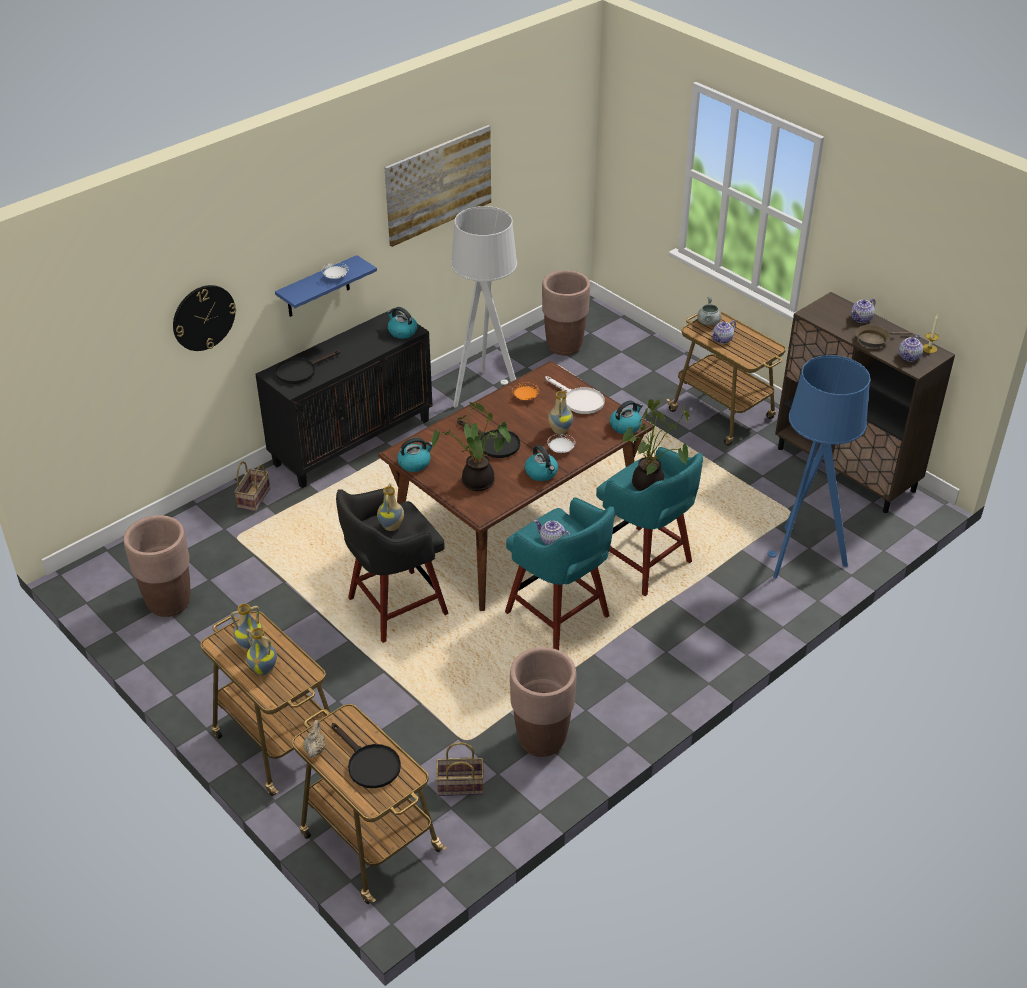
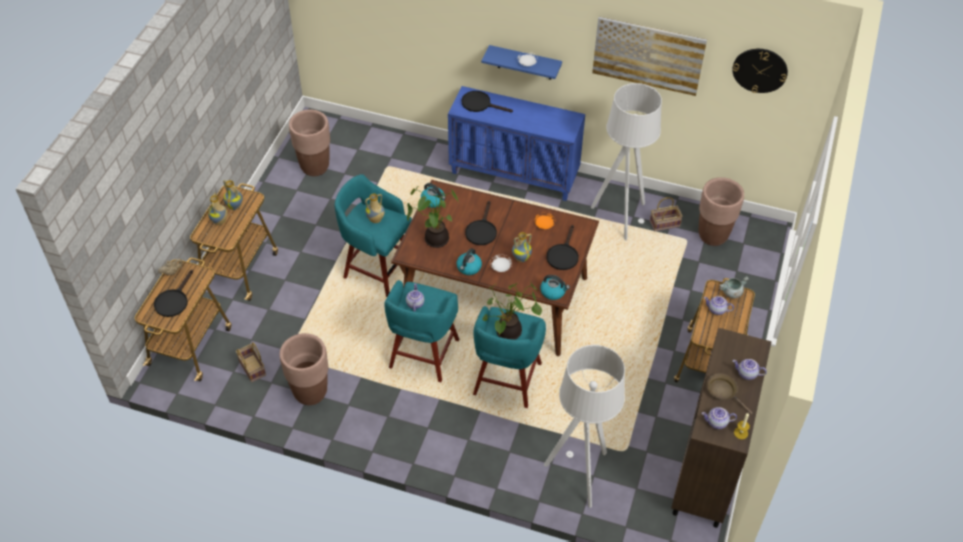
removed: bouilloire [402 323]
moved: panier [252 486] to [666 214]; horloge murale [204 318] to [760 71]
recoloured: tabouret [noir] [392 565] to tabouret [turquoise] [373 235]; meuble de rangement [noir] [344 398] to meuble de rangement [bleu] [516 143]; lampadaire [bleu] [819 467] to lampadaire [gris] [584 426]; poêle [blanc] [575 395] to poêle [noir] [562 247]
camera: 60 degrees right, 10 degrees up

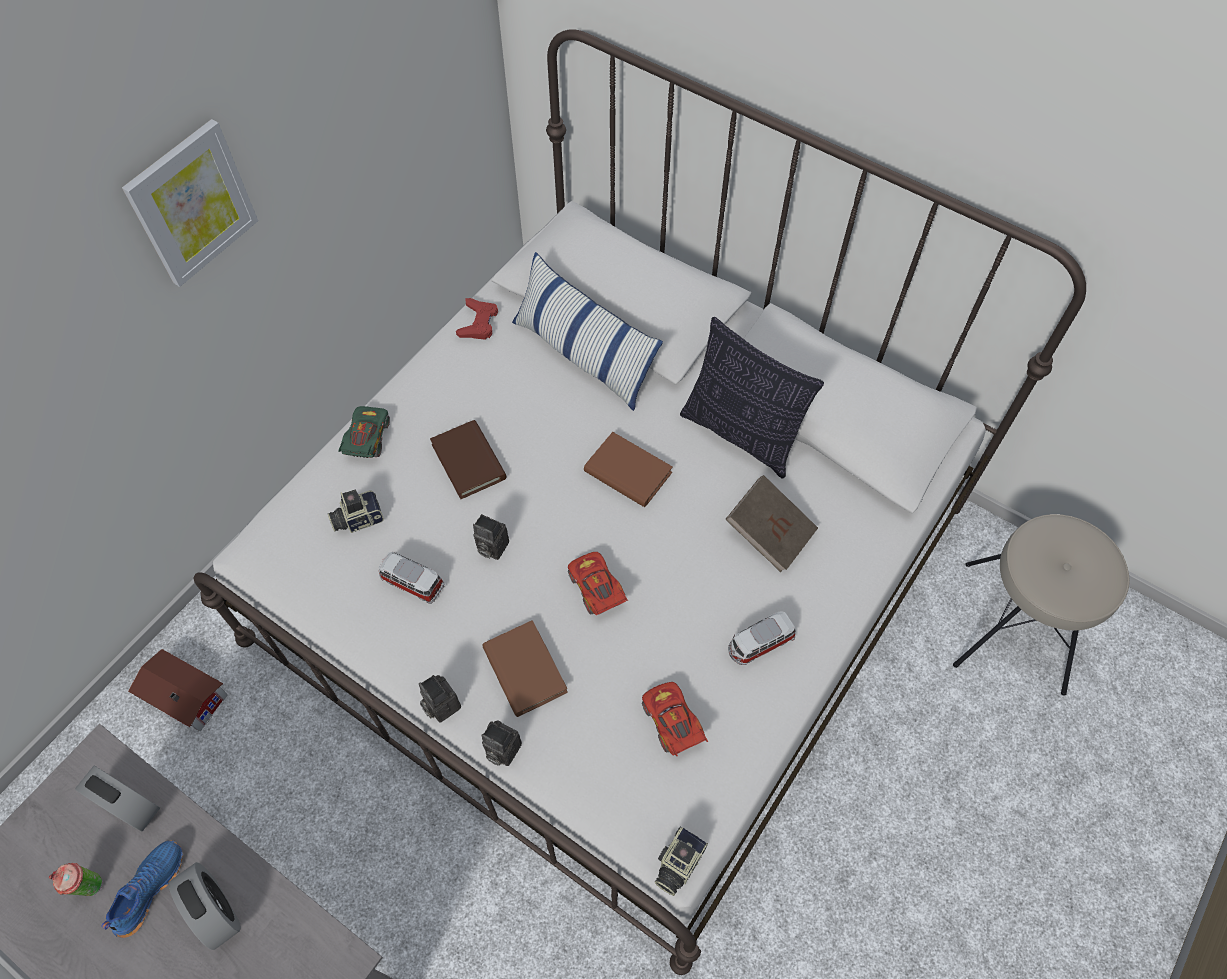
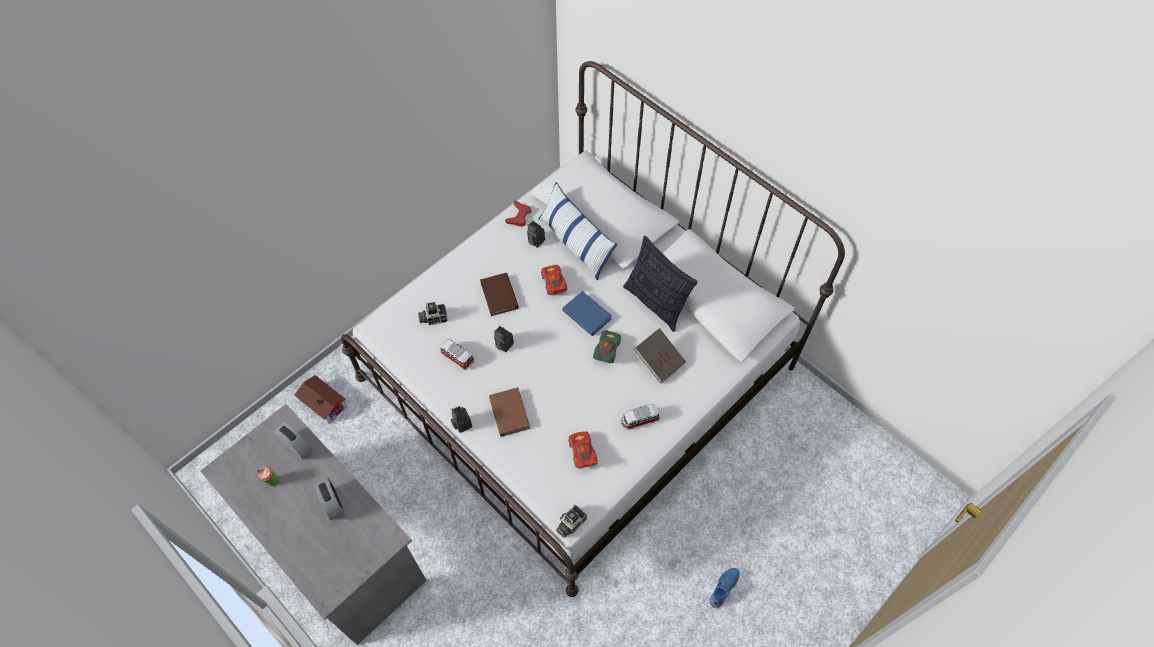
removed: tableau [190 203]; tabouret [beige] [1041 605]
moved: appareil photo [502 743] to [536 234]; petite voiture [rouge] [598 583] to [554 280]; petite voiture [vert] [364 432] to [607 347]; chaussure [bleu] [142 889] to [725 588]
recoloured: livre [marron] [628 469] to livre [bleu] [587 313]
camera: 10 degrees right, 0 degrees up

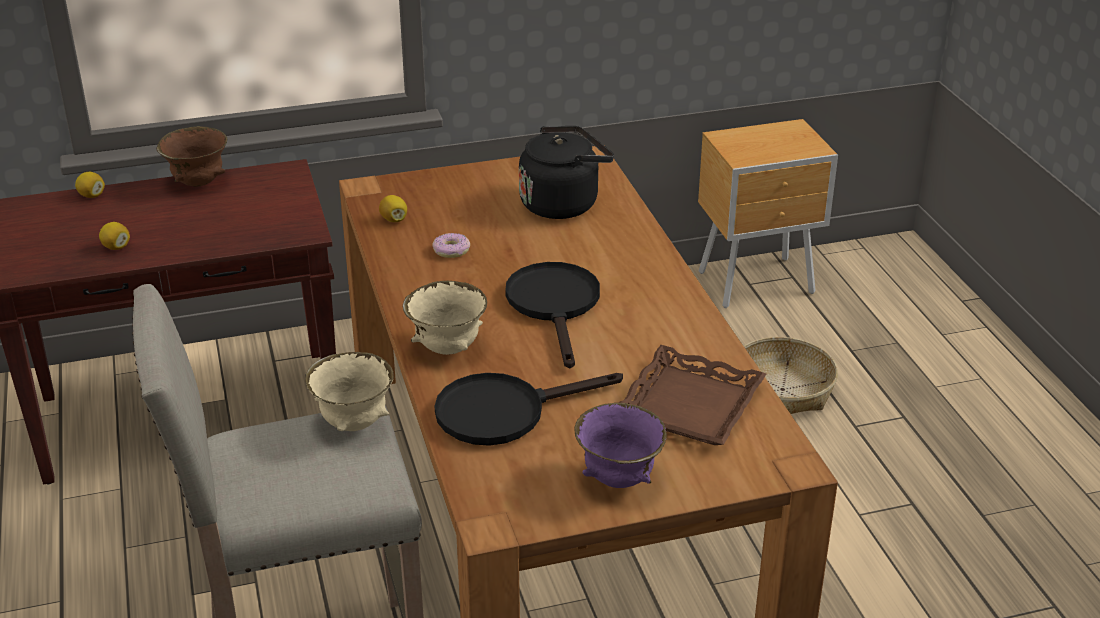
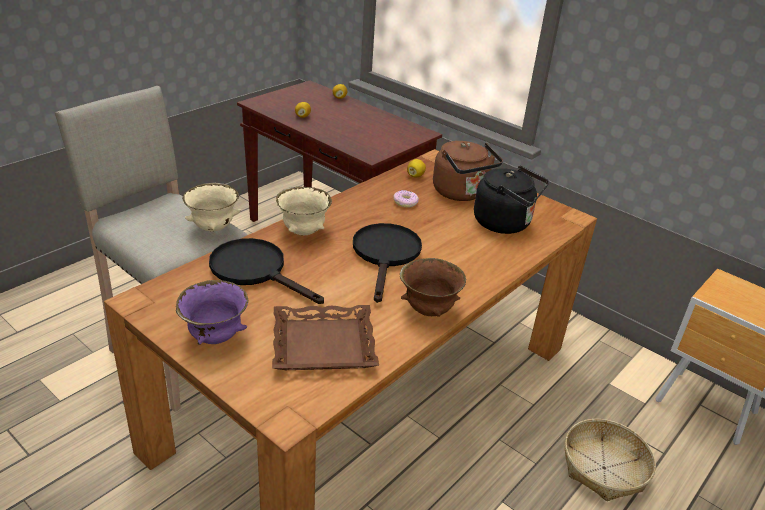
added: bouilloire [marron] [468 171]
moved: bol [marron] [191 156] to [433 287]
turned: poêle [noir] [552 315] = [387 263] 45 degrees counterclockwise
camera: 55 degrees right, 0 degrees up

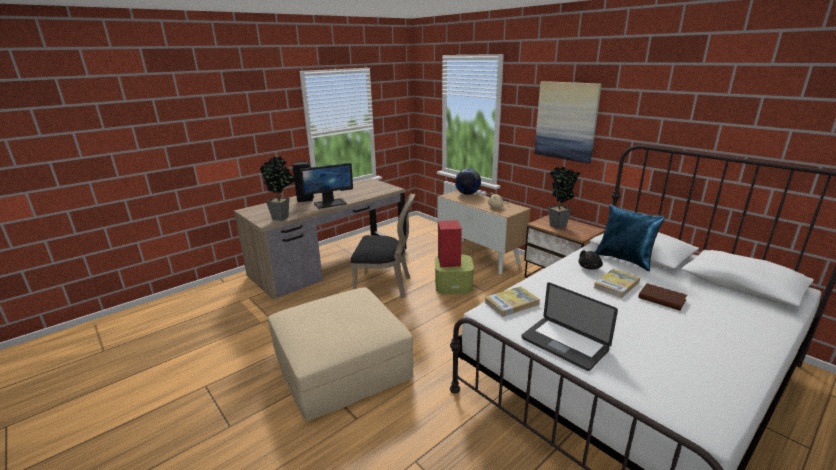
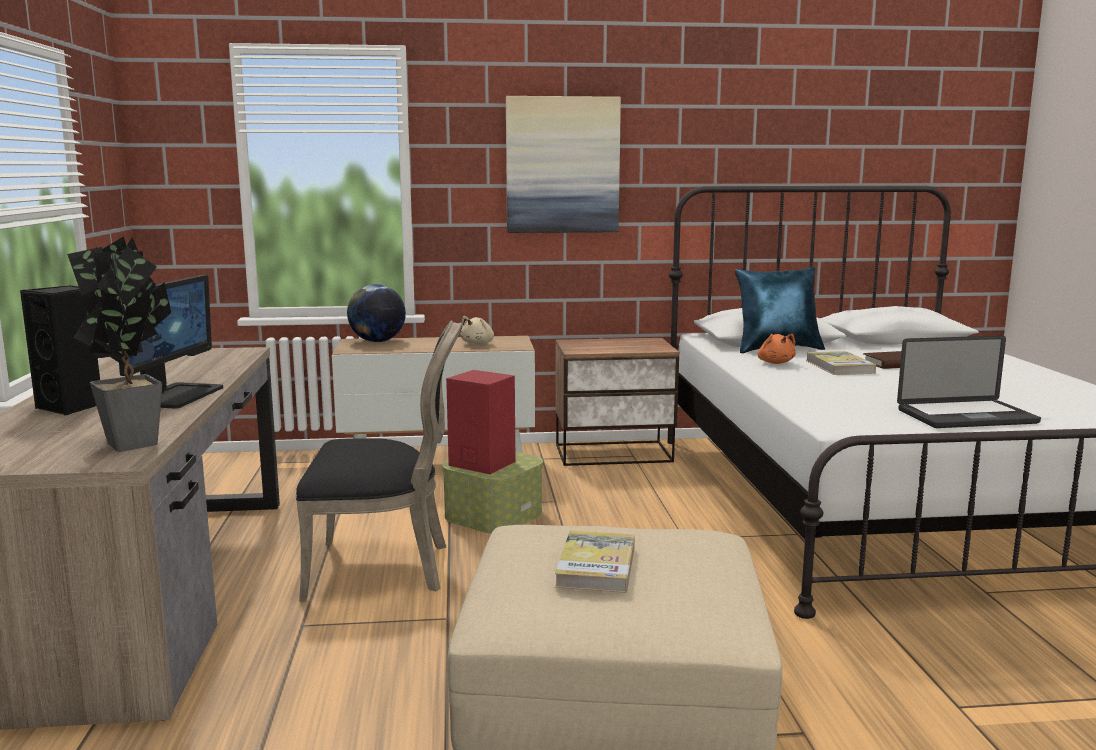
removed: plante en pot [564 197]
moved: livre [512 301] to [595 561]
recoloured: peluche [noir] [590 260] to peluche [orange] [777 349]
turned: chaise [noir] [383 245] = [379 461] 45 degrees clockwise
camera: 55 degrees left, 10 degrees down

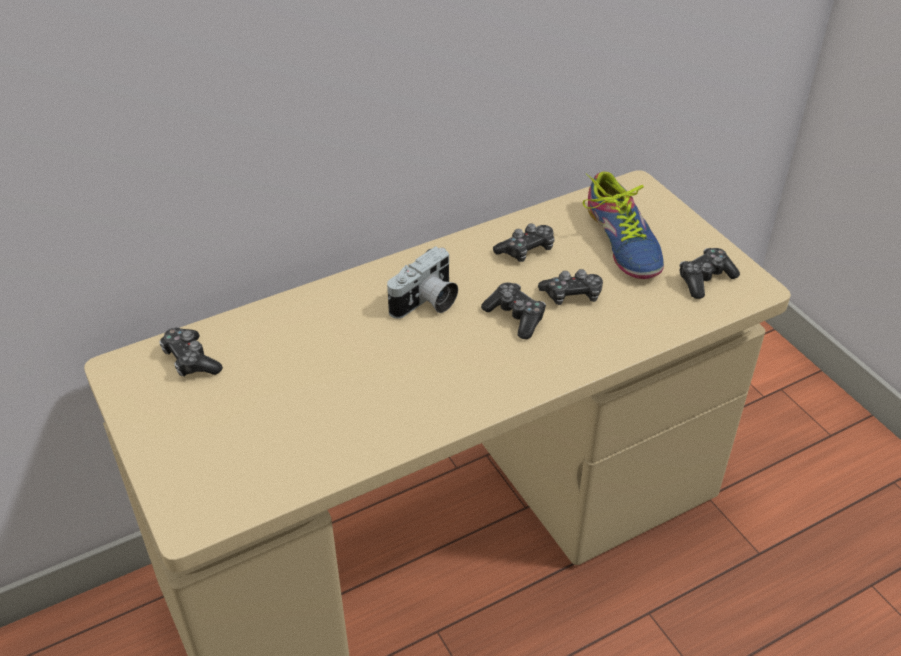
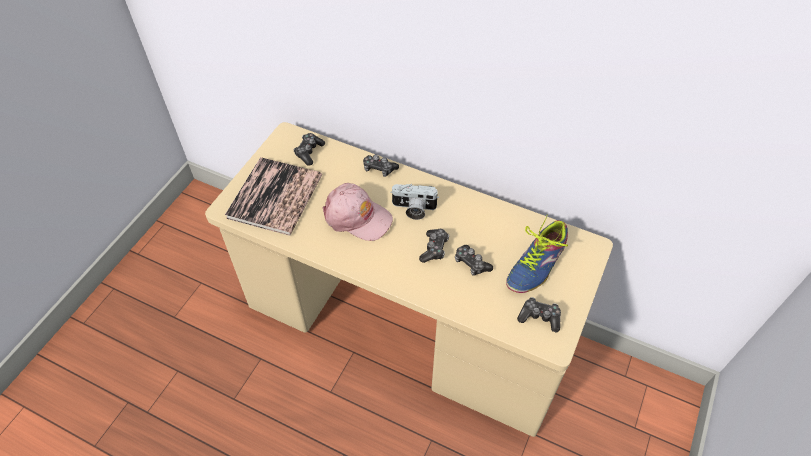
added: livre [273 196]; casquette [rose] [358 212]
moved: manette [524 242] to [381 165]
camera: 55 degrees right, 10 degrees up

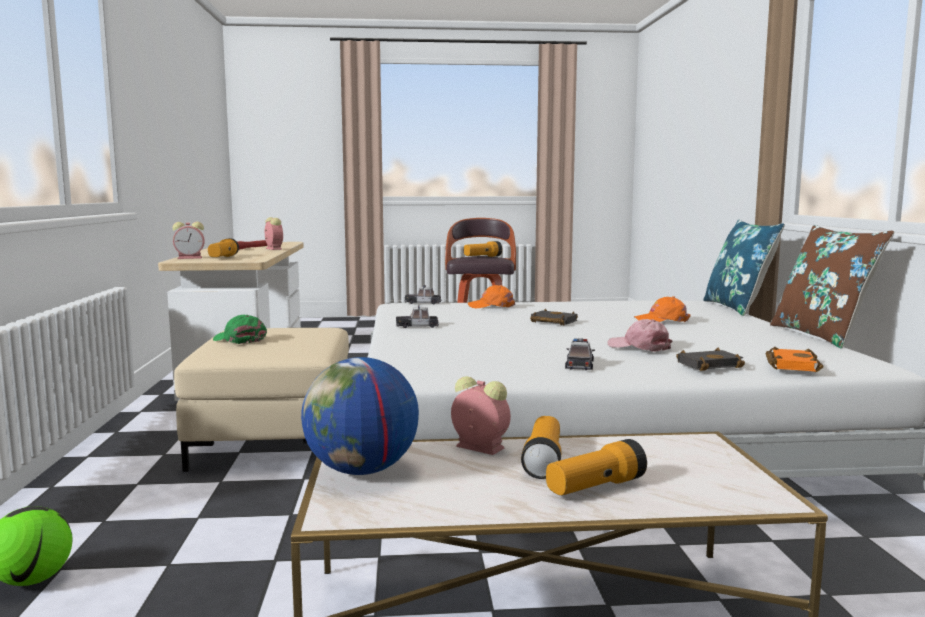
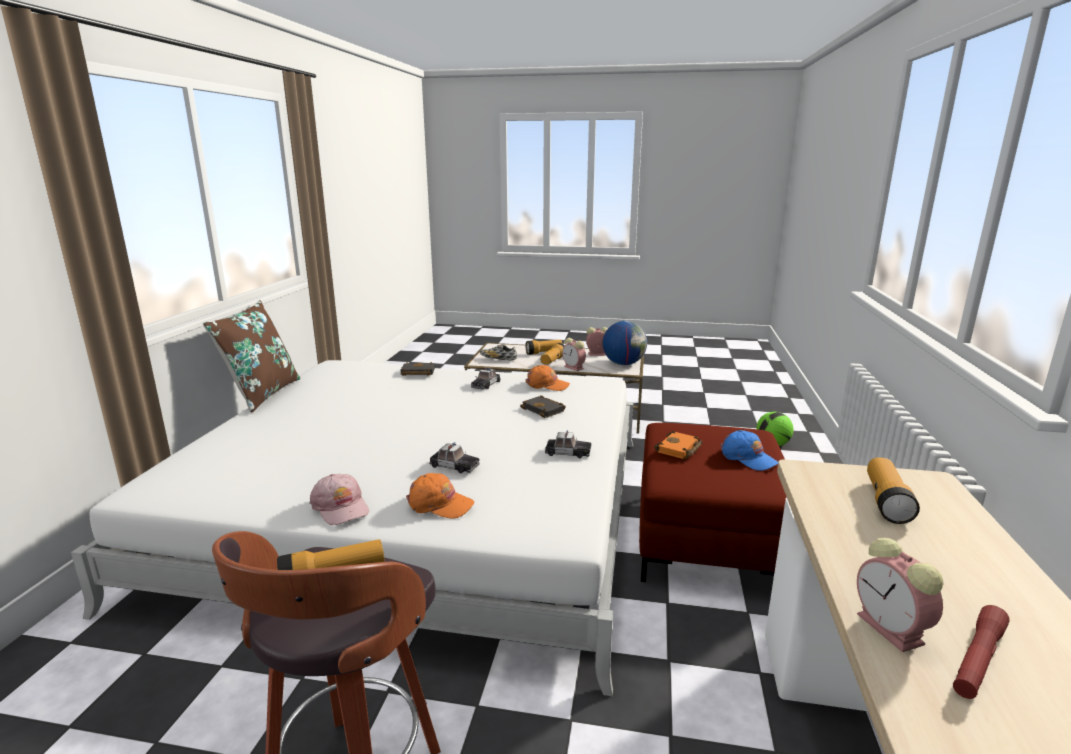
removed: coussin [bleu] [744 268]
added: chaussure [498 351]
moved: casquette [rose] [639 335] to [339 500]; petite voiture [422 294] to [454 458]; livre [noir] [554 317] to [543 406]; casquette [orange] [662 309] to [547 378]; réveil [188 240] to [597 341]; livre [orange] [795 359] to [678 445]
recoloured: pouf [beige] [261 400] to pouf [rouge] [712 502]; casquette [vert] [240 329] to casquette [bleu] [749 450]
camera: 165 degrees left, 10 degrees up

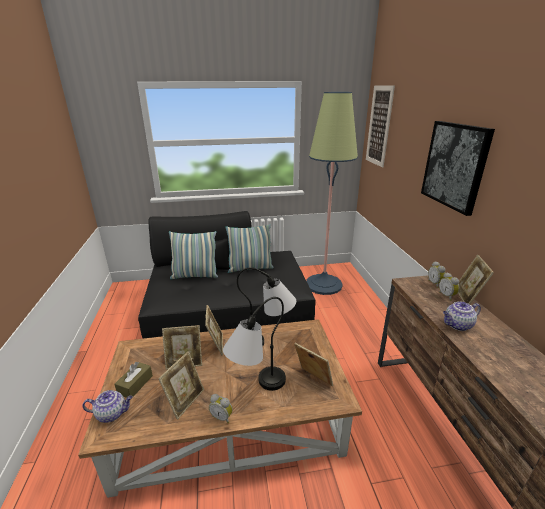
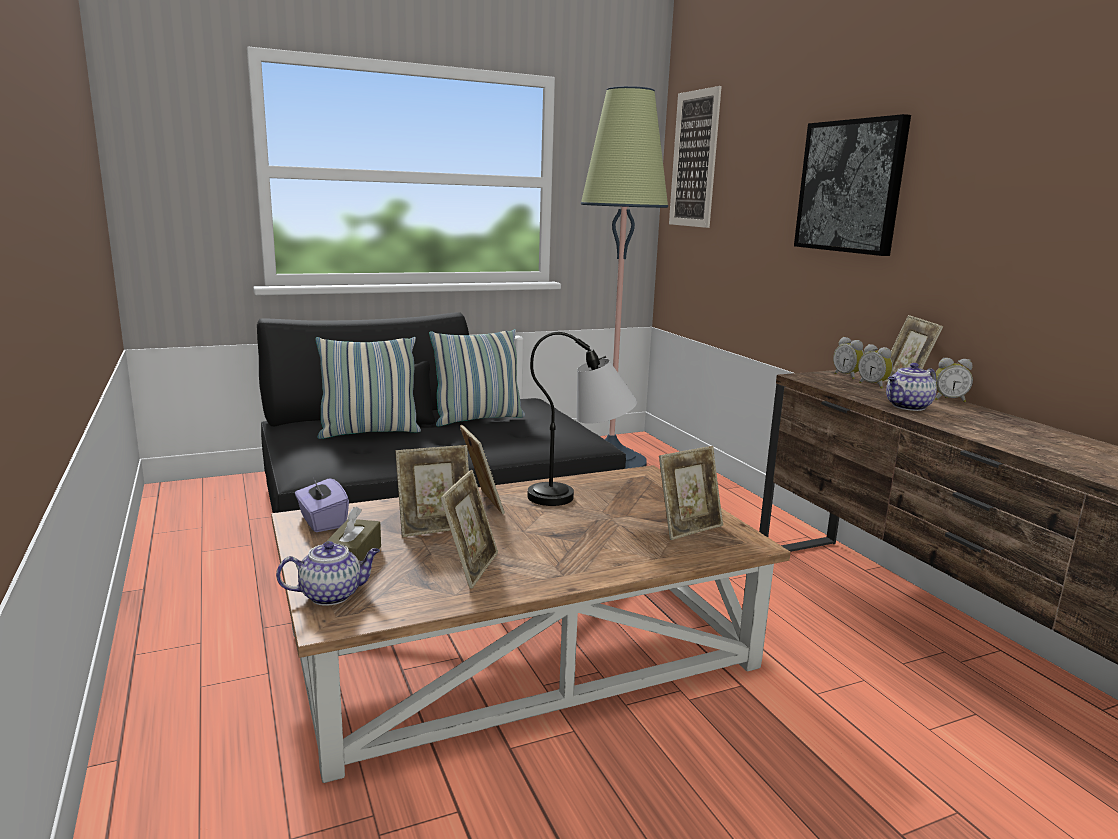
removed: lampe de table [254 344]
added: boîte à mouchoirs [violet] [322 504]
moved: réveil [221 409] to [954 380]
turned: cadre photo [313 365] = [691 493] 120 degrees clockwise
camera: 15 degrees left, 10 degrees down

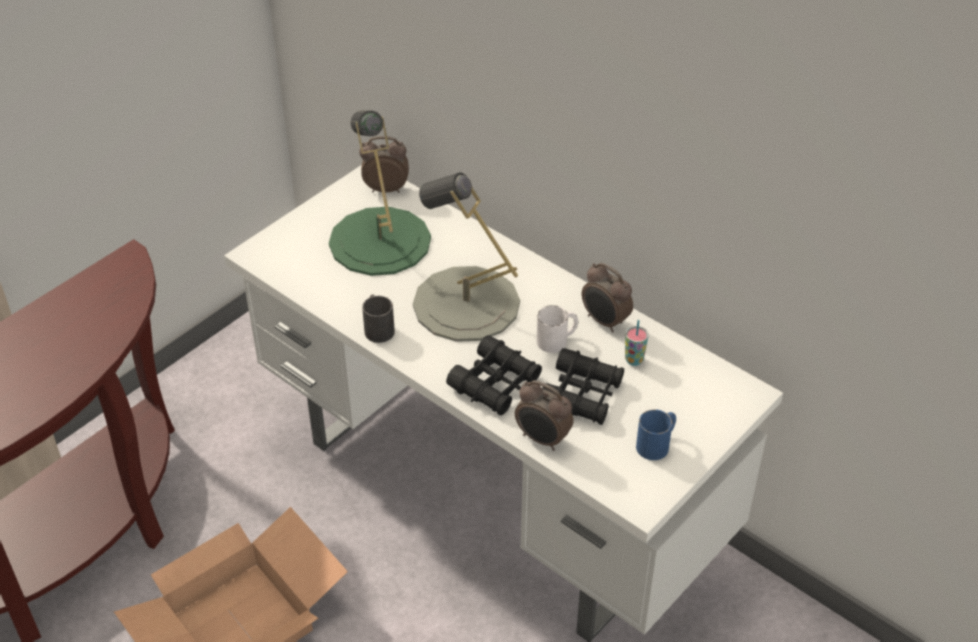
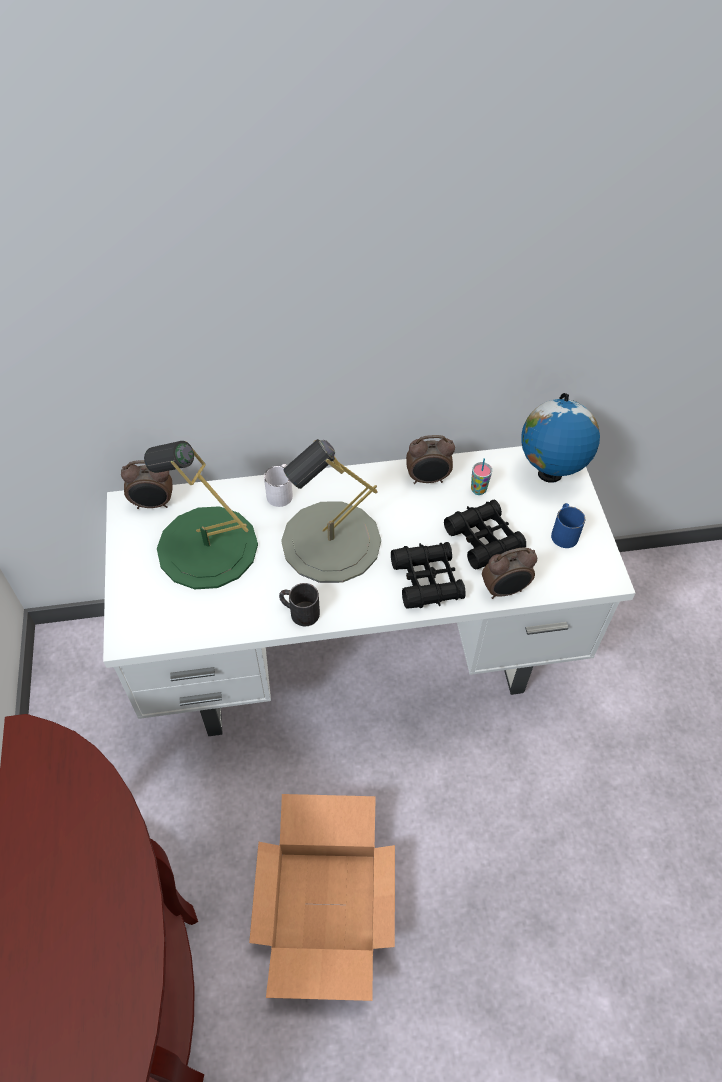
added: globe [560 438]
moved: mug [blanc] [557 329] to [278 485]
turned: réveil [384 164] = [147 484] 135 degrees counterclockwise
camera: 50 degrees left, 10 degrees up

